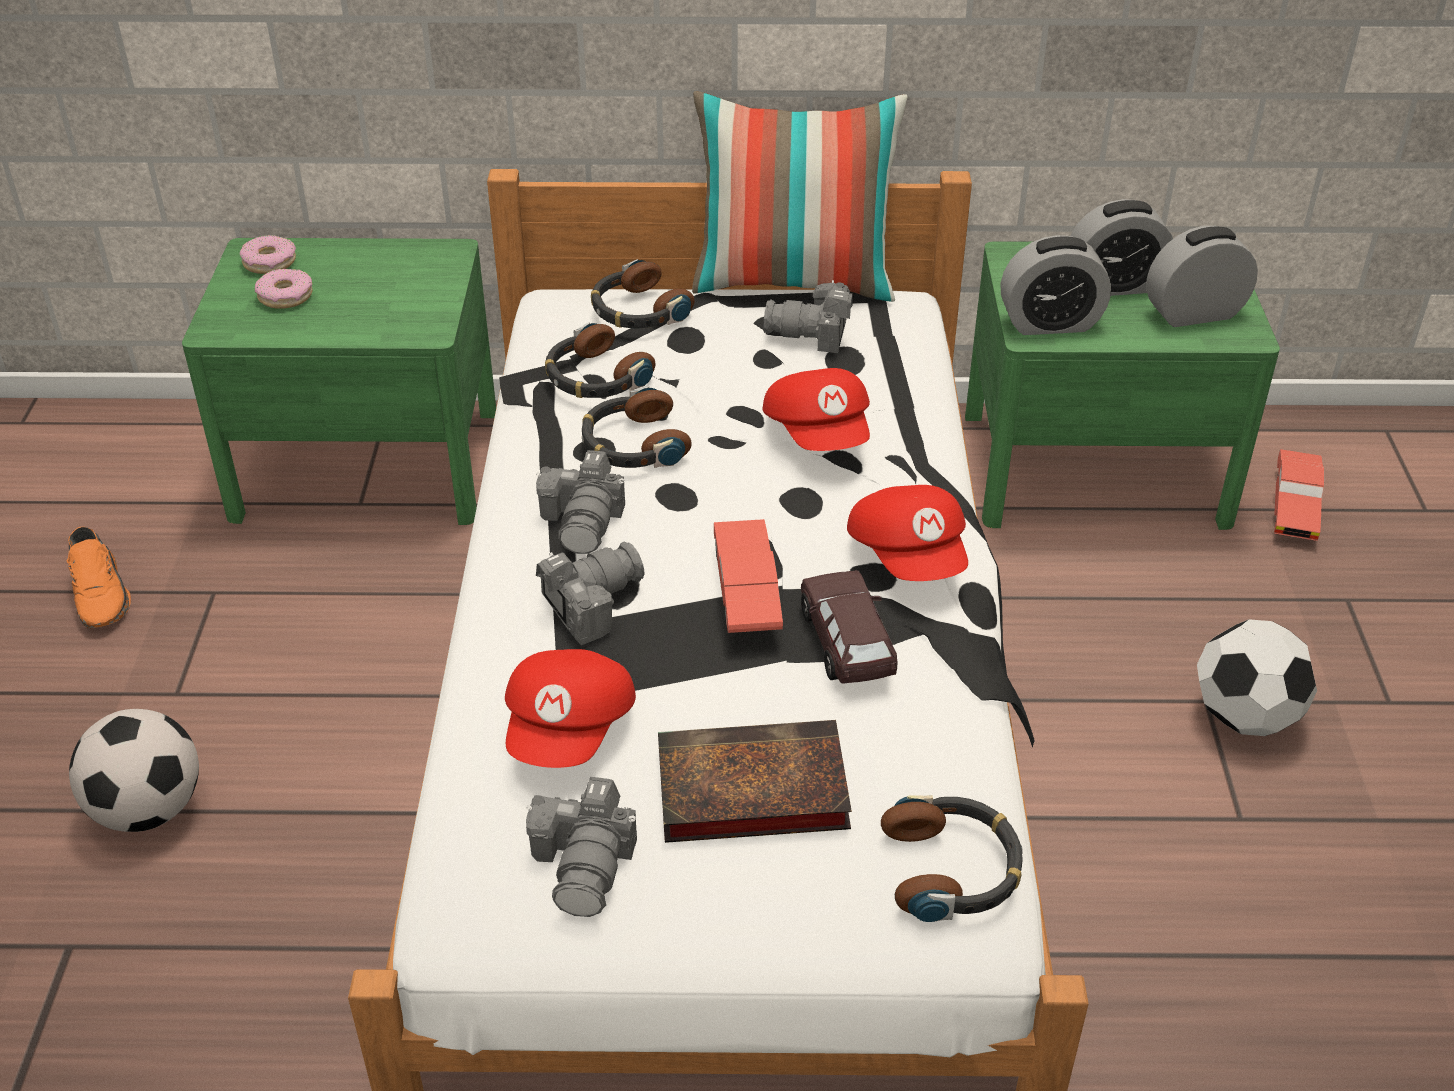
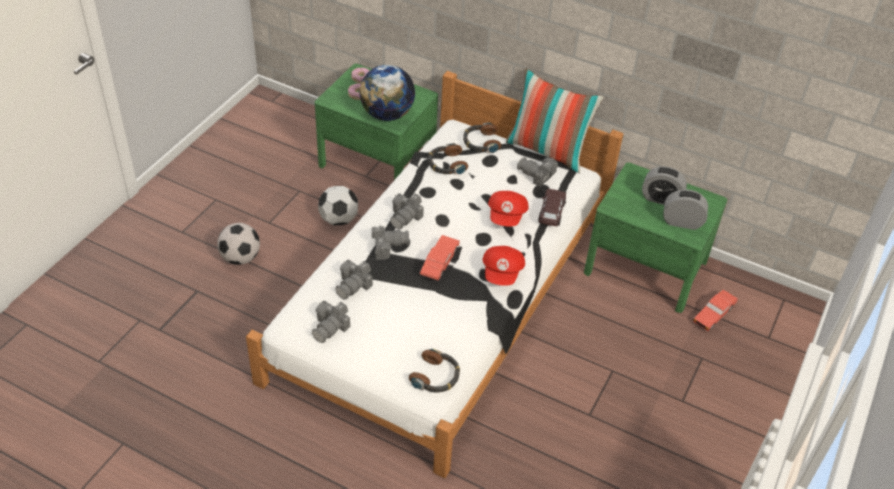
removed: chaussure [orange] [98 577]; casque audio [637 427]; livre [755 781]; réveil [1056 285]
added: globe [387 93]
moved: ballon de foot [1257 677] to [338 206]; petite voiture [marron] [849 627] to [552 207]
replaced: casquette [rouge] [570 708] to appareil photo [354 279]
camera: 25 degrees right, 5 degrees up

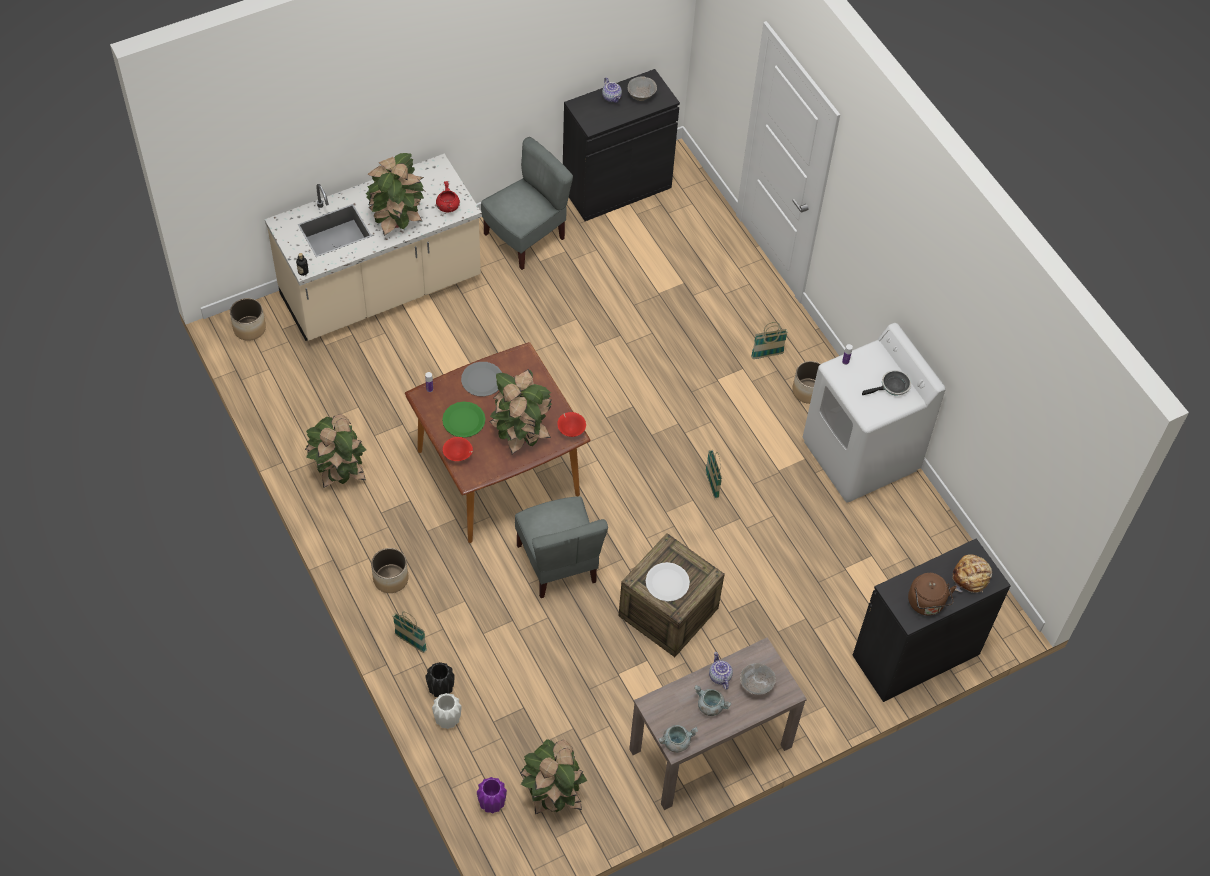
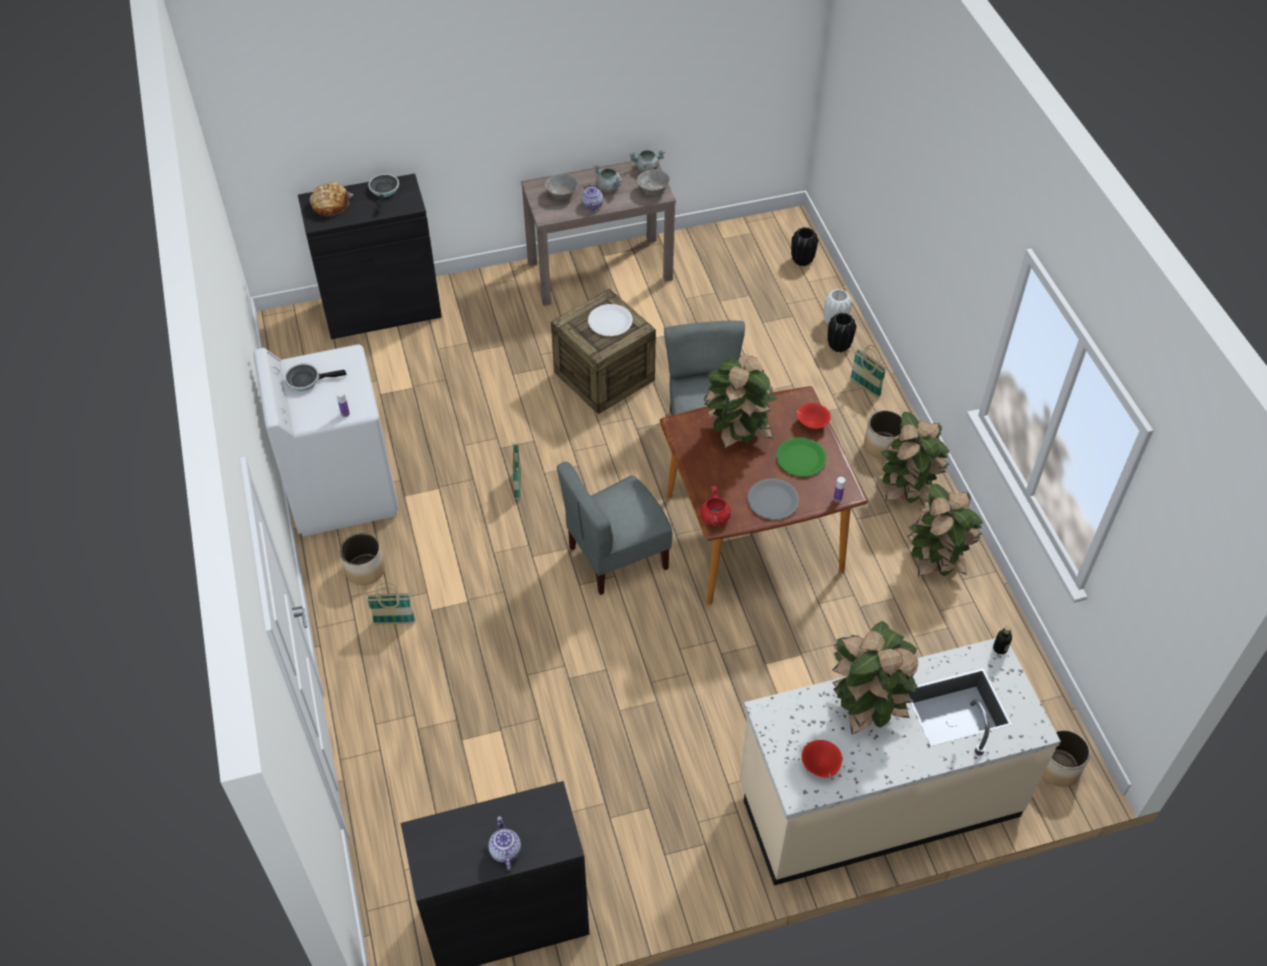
moved: chaise [gris] [527 203] to [614 528]; bol [gris] [642 88] to [653 182]; marmite [rouge] [448 196] to [715 506]; bol [rouge] [571 424] to [822 759]; plante en pot [554 776] to [915 457]
replaced: bouilloire [marron] [932 594] to poêle [383 193]
recoloured: vase [violet] [492 795] to vase [noir] [804 246]
camera: 165 degrees left, 5 degrees down

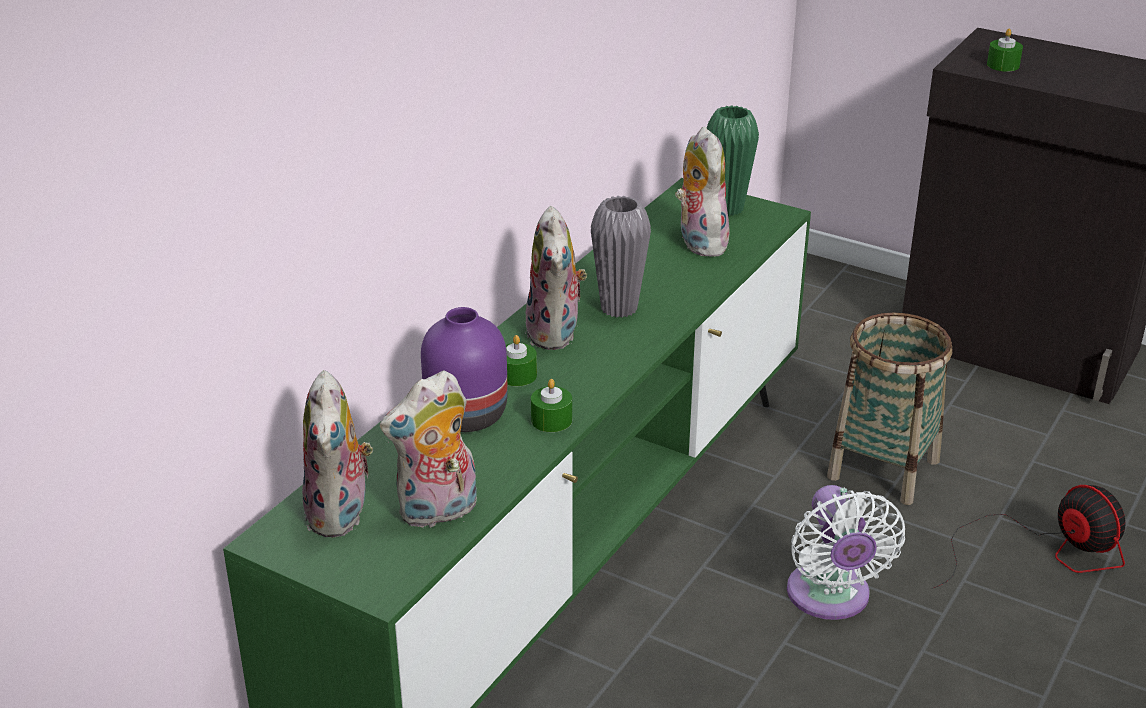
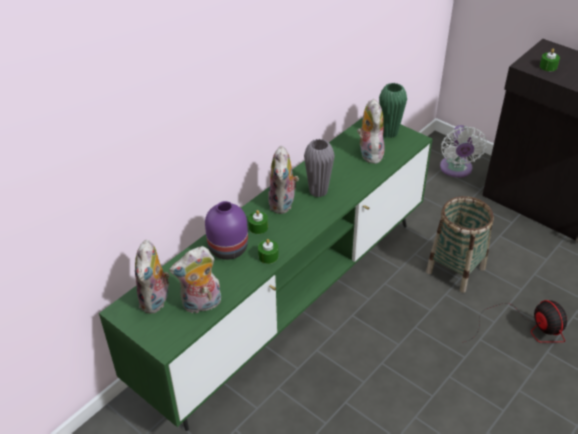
moved: ventilateur [blanc] [846 552] to [463 151]
camera: 10 degrees right, 10 degrees up

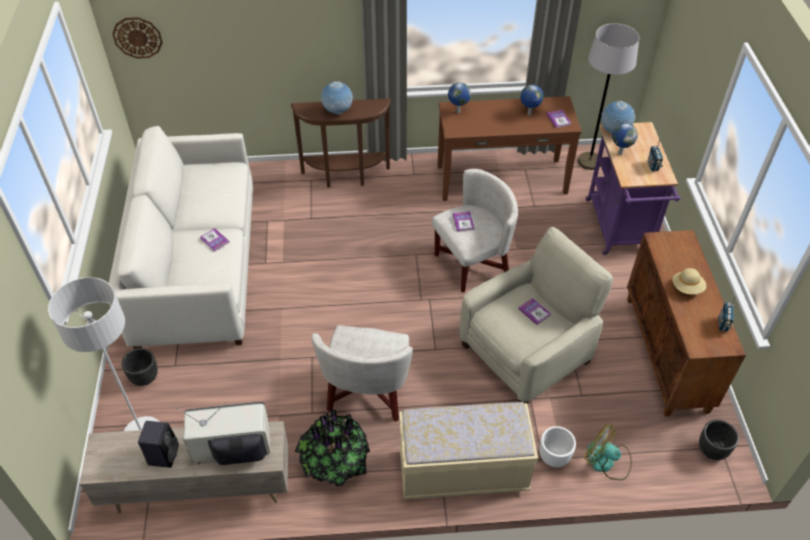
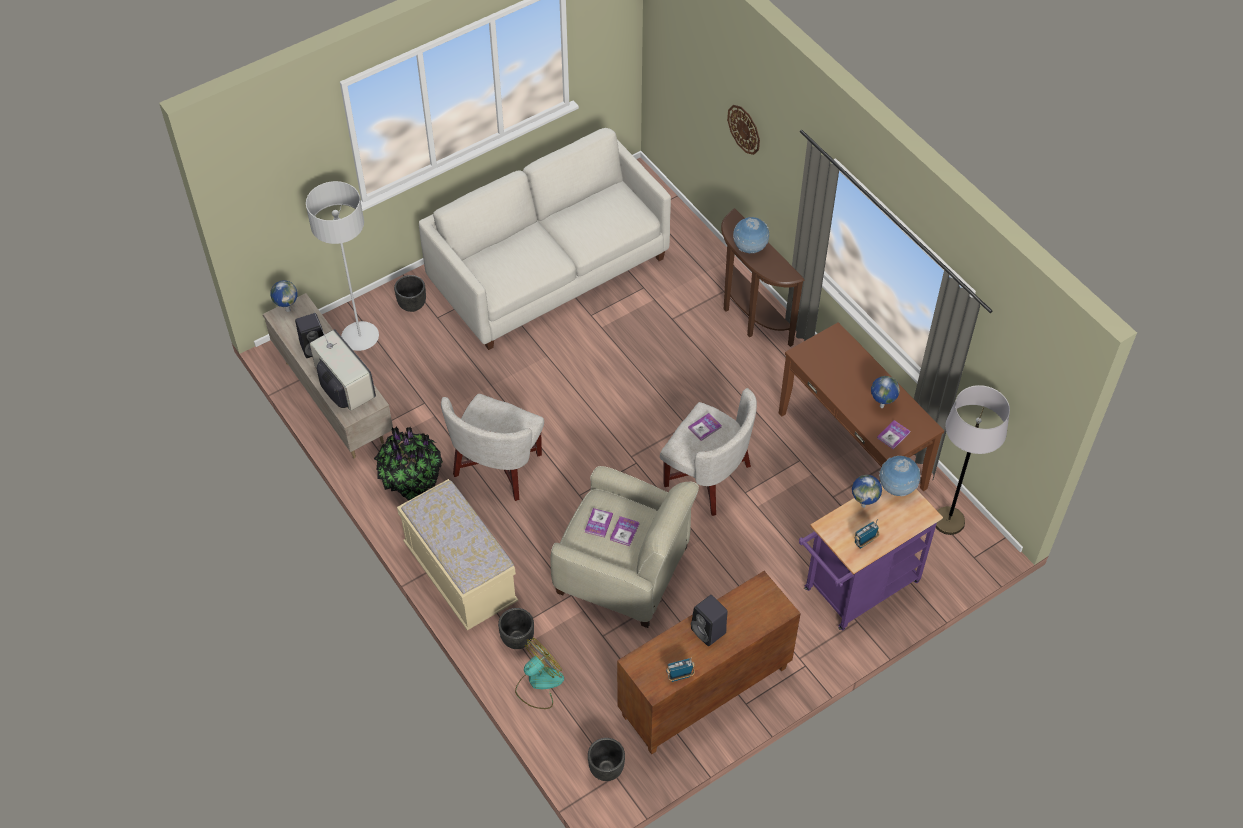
moved: globe [459 97] to [283 296]; livre [214 240] to [599 522]; horloge murale [137 38] to [743 130]
replaced: chapeau [beige] [689 281] to enceinte [noir] [709 620]
recoloured: cache-pot [blanc] [558 446] to cache-pot [noir] [516 628]
turned: fauteuil [blanc] [362 373] = [492 447] 45 degrees counterclockwise; ventilateur [608 452] = [539 673] 45 degrees clockwise
camera: 60 degrees right, 5 degrees up

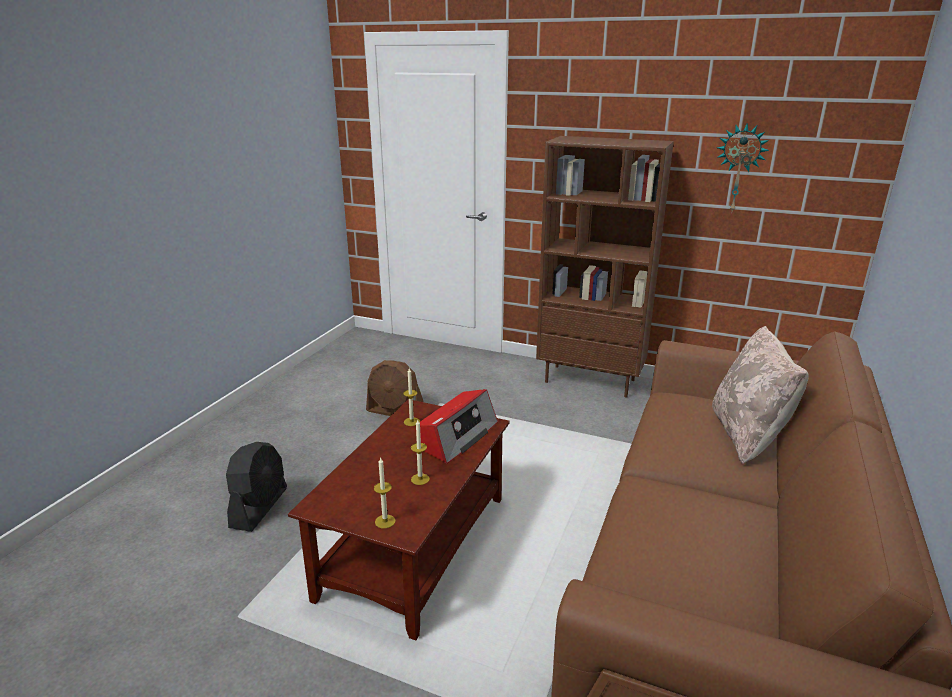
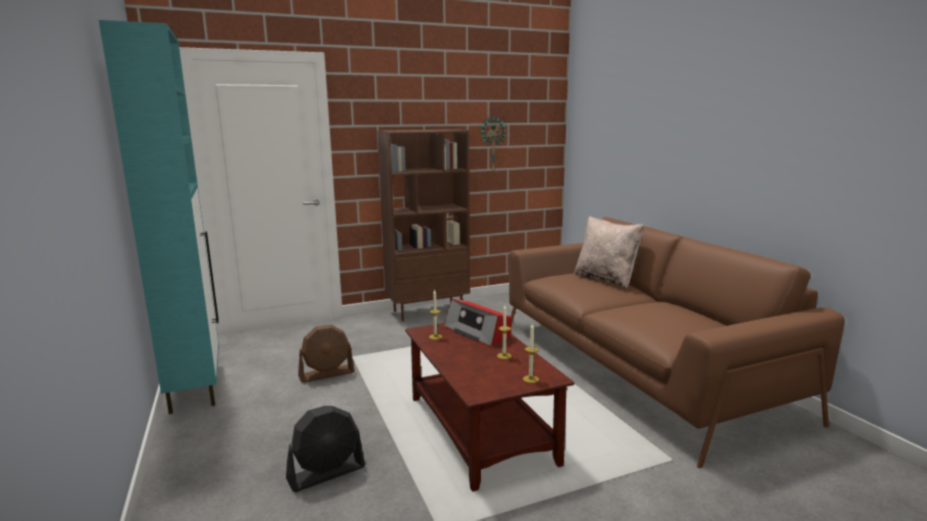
added: meuble de rangement [turquoise] [159 217]
turned: ventilateur [noir] [256 487] = [325 449] 90 degrees clockwise; radio [459 426] = [478 322] 150 degrees clockwise
camera: 45 degrees left, 10 degrees down

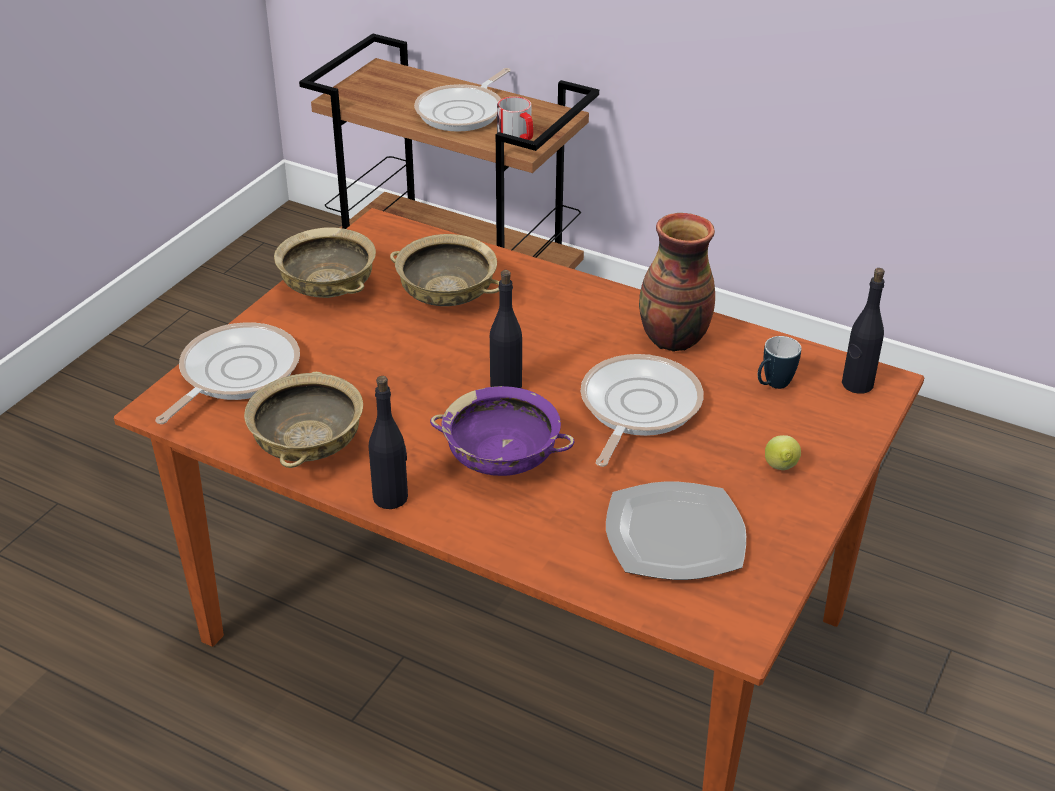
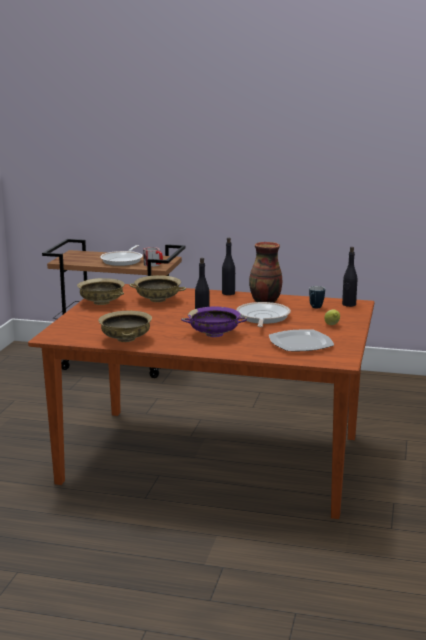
removed: poêle [227 373]
moved: bouteille [noir] [388 442] to [228 266]
camera: 15 degrees left, 20 degrees down

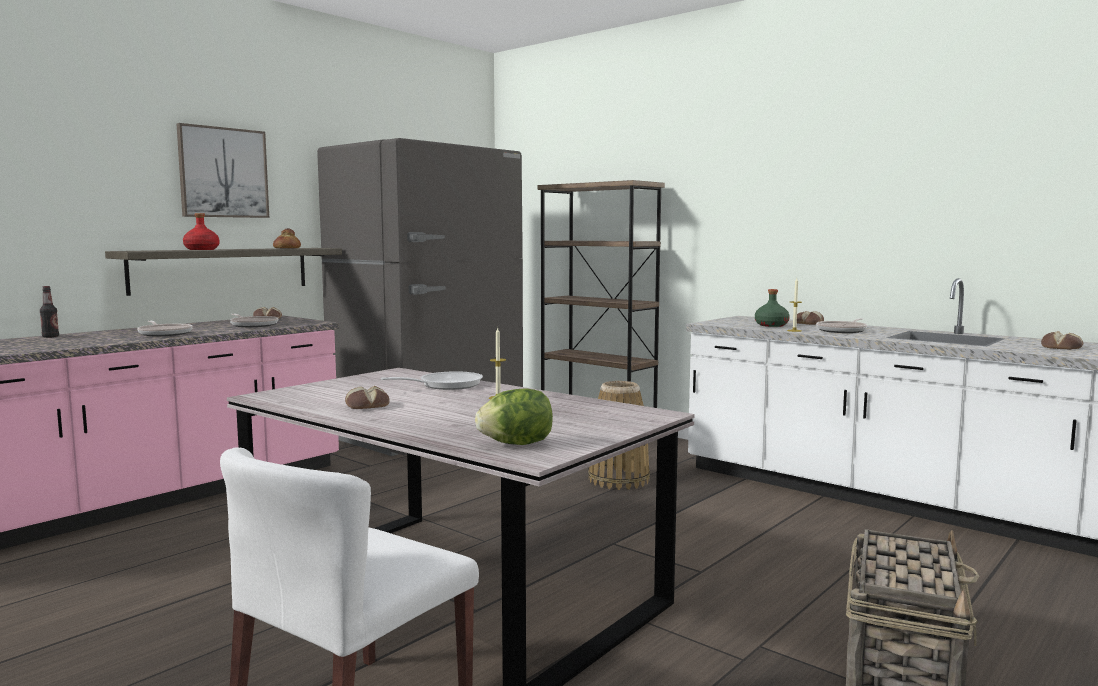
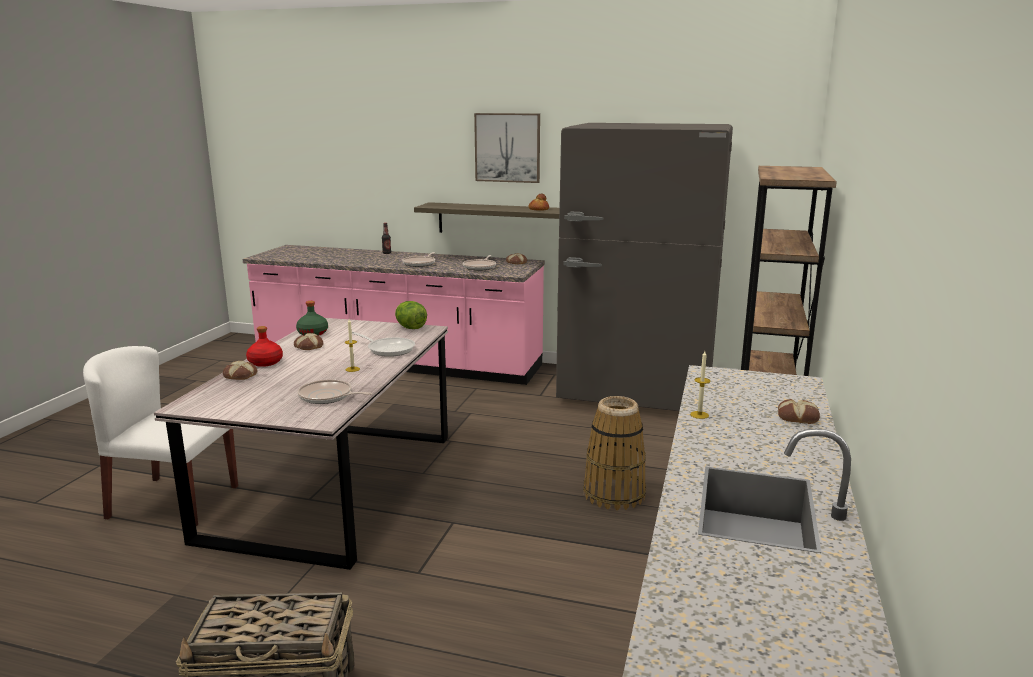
moved: pain [1062 340] to [240 370]; bouteille [rouge] [201 231] to [264 346]; bouteille [vert] [772 308] to [312 318]; poêle [841 325] to [334 391]; laitue [514 416] to [411 315]
camera: 65 degrees right, 10 degrees up

